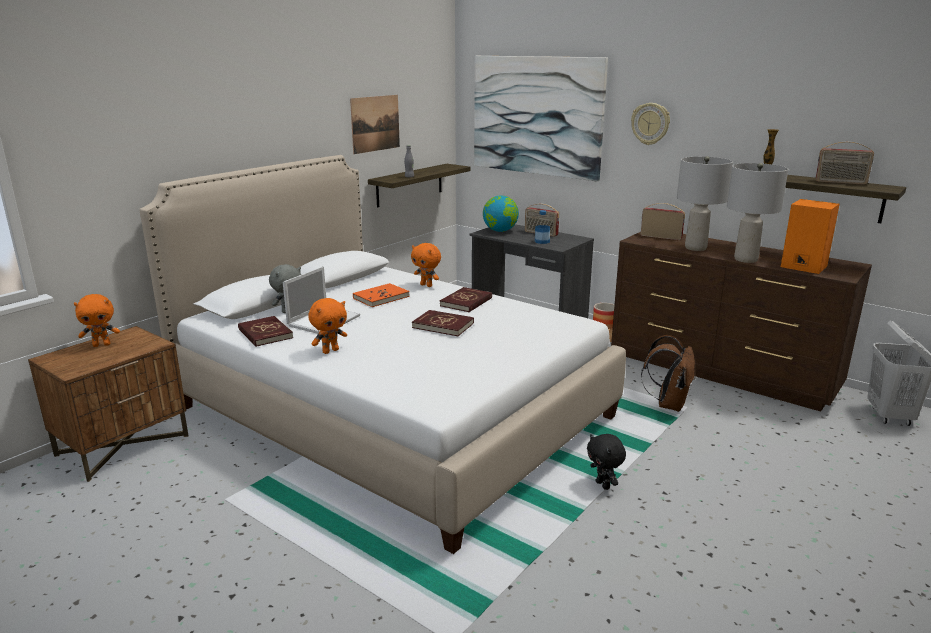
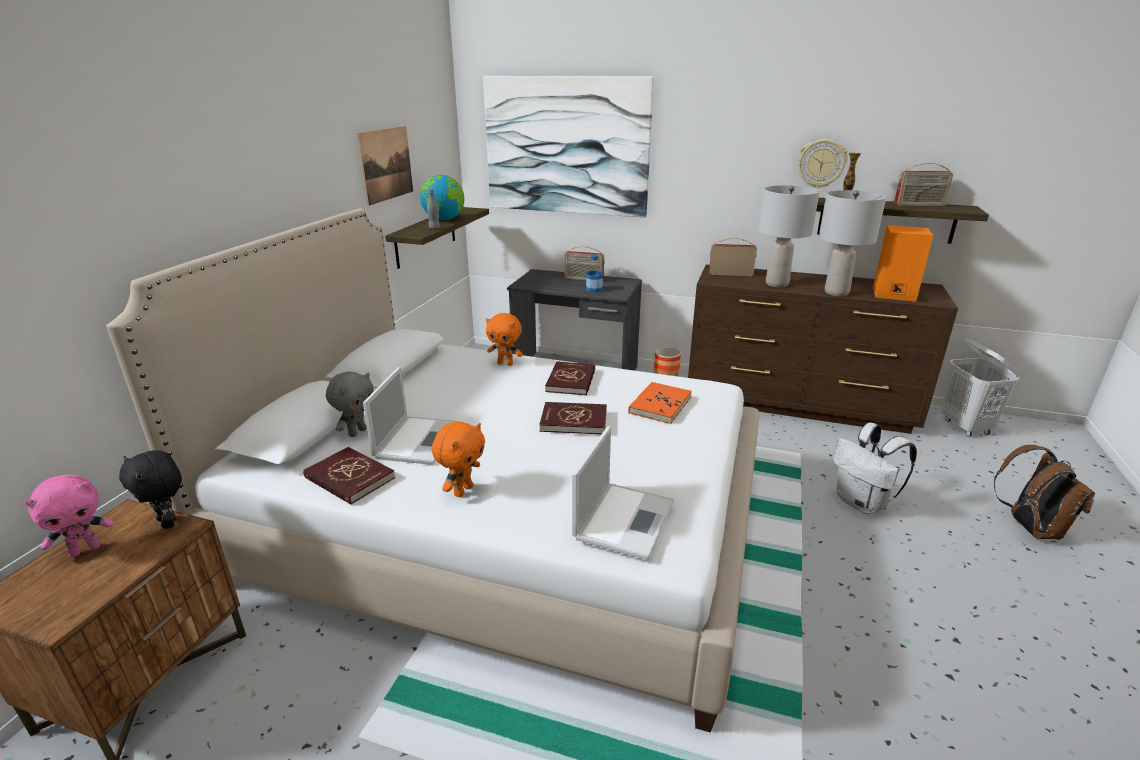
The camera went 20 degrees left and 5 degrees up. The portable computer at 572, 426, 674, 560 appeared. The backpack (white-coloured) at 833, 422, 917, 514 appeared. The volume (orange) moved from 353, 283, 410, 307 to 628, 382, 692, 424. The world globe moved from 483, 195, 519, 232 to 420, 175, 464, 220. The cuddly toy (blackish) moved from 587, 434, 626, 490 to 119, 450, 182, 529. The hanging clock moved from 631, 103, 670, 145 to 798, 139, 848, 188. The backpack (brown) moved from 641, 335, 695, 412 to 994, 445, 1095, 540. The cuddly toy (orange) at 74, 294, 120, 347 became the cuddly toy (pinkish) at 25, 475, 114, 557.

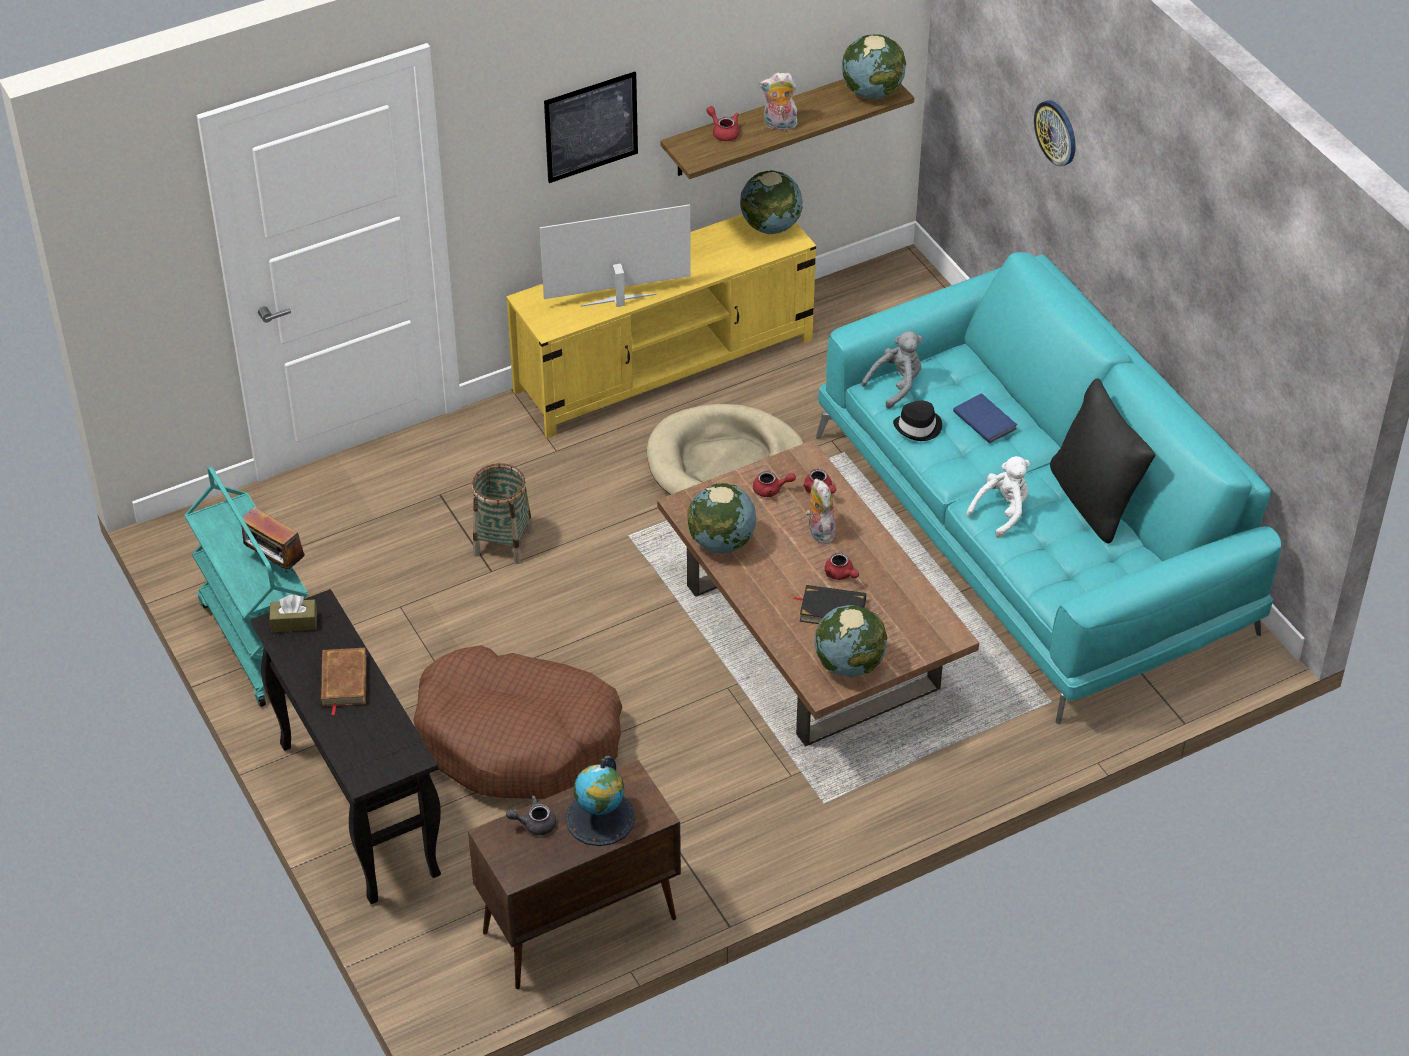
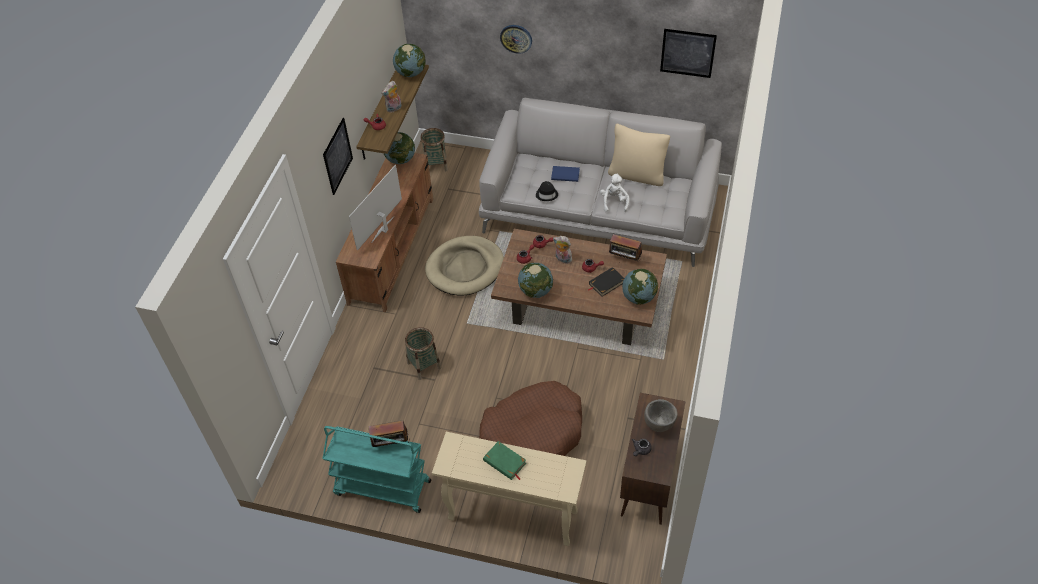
The camera went 45 degrees left and 5 degrees up. The tissue holder (brown) at 269, 595, 317, 632 disappeared. The cuddly toy (gray) at 861, 331, 923, 409 disappeared. The basket at 420, 128, 448, 171 appeared. The radio receiver at 609, 234, 642, 262 appeared. The picture at 660, 29, 717, 78 appeared. The world globe at 565, 756, 635, 846 was replaced by the serving bowl (gray) at 644, 399, 678, 432. The narrow table (blackish) at 251, 589, 441, 904 became the narrow table (beige) at 432, 432, 586, 546. The volume (brown) at 321, 648, 366, 715 became the volume (green-coloured) at 483, 441, 526, 480. The media console (yellow) at 506, 214, 816, 438 became the media console (brown) at 336, 153, 433, 312. The couch (turquoise-coloured) at 816, 252, 1281, 725 became the couch (gray) at 479, 98, 722, 267. The pillow (blackish) at 1050, 378, 1155, 544 became the pillow (beige) at 608, 124, 670, 186.

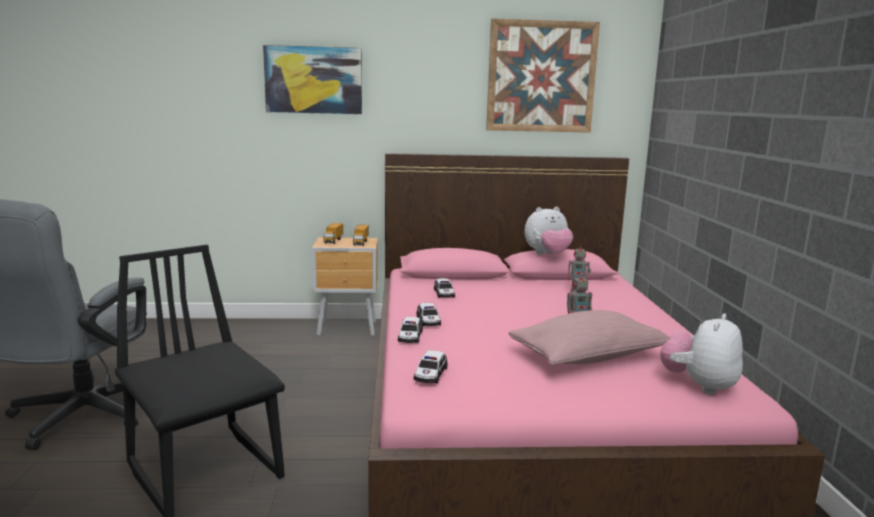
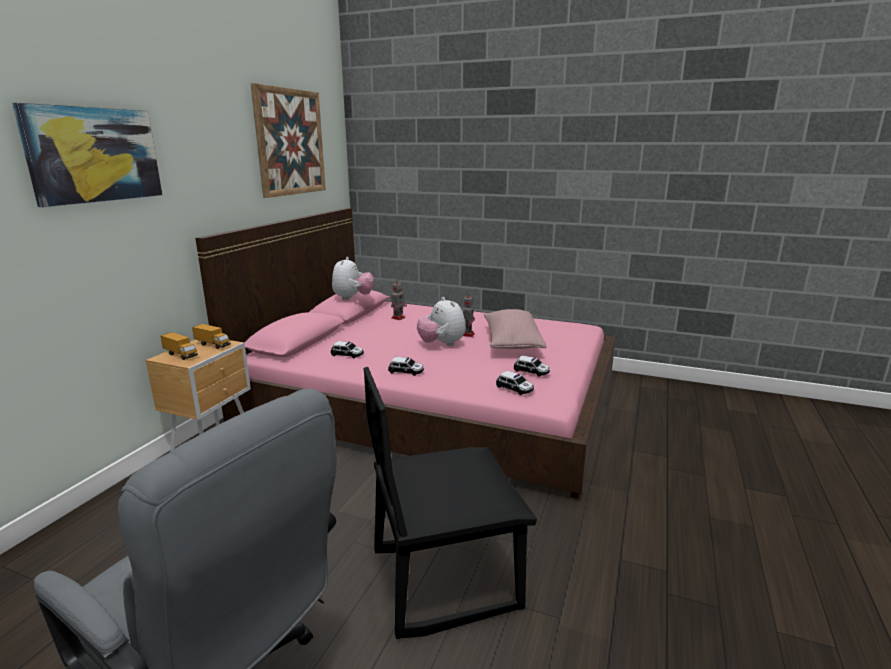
The camera went 65 degrees left and 5 degrees up. The toy car moved from 398, 317, 423, 343 to 514, 355, 550, 377. The cuddly toy moved from 660, 313, 743, 395 to 417, 297, 466, 346.

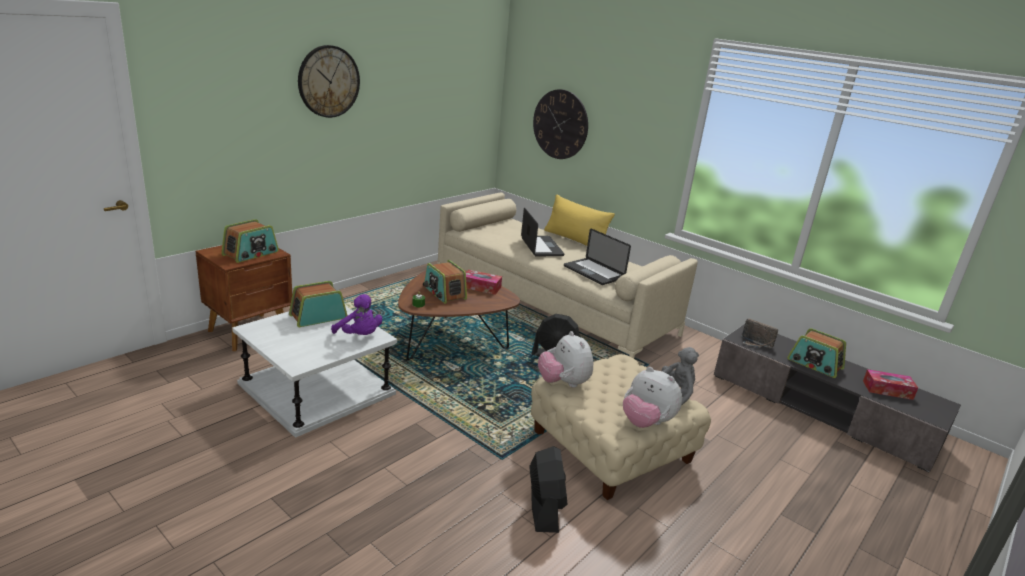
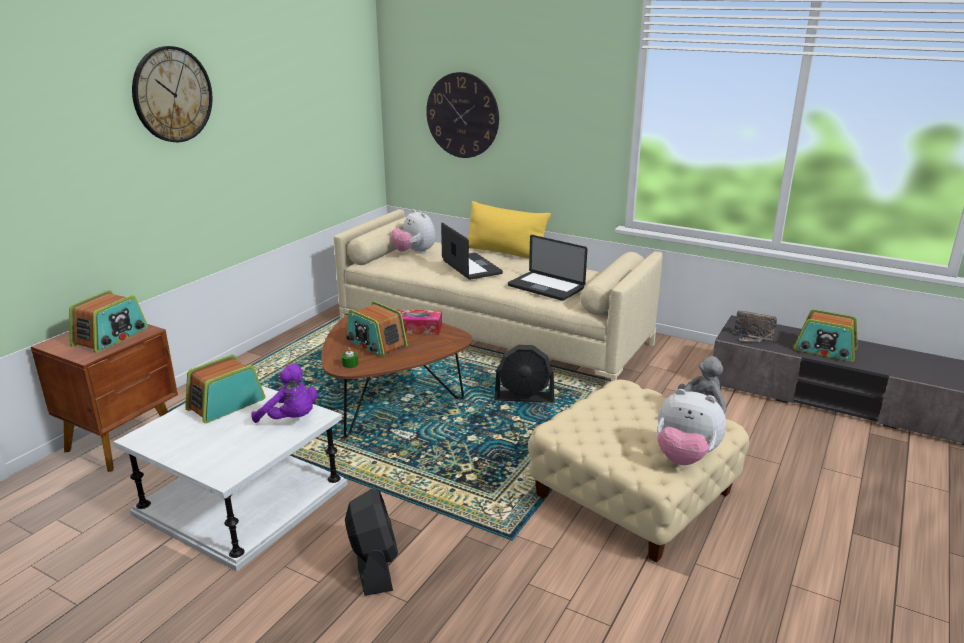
The camera went 10 degrees left and 0 degrees up. The tissue holder at 863, 369, 918, 400 disappeared. The fan (blackish) moved from 529, 446, 567, 533 to 345, 489, 398, 596. The cuddly toy moved from 538, 331, 594, 388 to 391, 209, 436, 254.

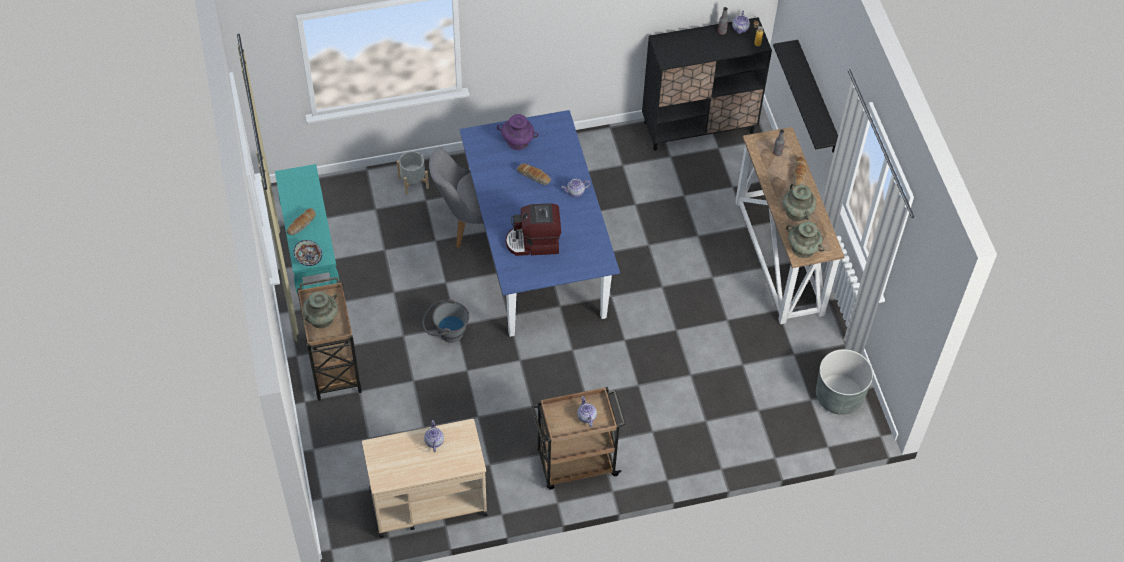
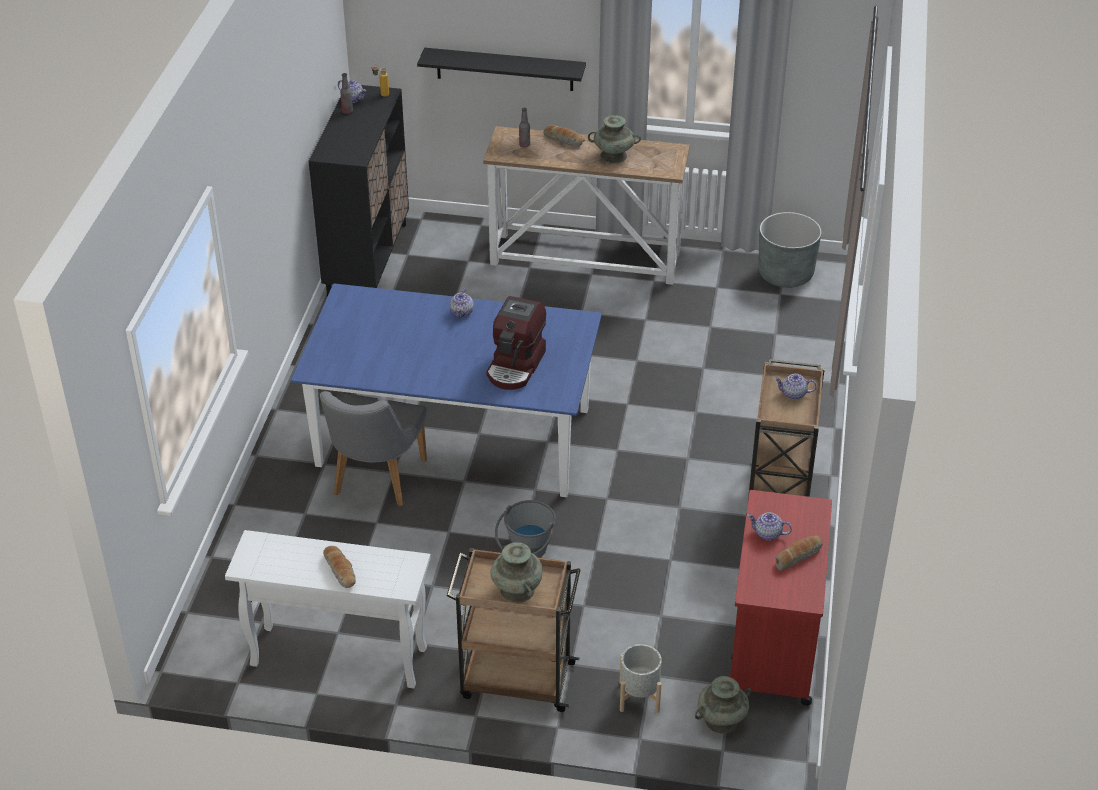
The camera went 65 degrees left and 15 degrees down. The serving bowl at 294, 240, 322, 266 disappeared. The flower vase (purple-coloured) at 497, 114, 539, 150 disappeared. The flower pot (gray) moved from 397, 151, 429, 195 to 619, 644, 662, 713. The bread moved from 517, 163, 551, 185 to 775, 536, 823, 571. The flower vase (turquoise-coloured) moved from 786, 221, 825, 258 to 695, 676, 751, 733. The narrow table (turquoise-coloured) at 275, 164, 340, 294 became the narrow table (white-coloured) at 225, 530, 431, 688. The cart (beige) at 362, 419, 488, 538 became the cart (red) at 730, 490, 832, 706.

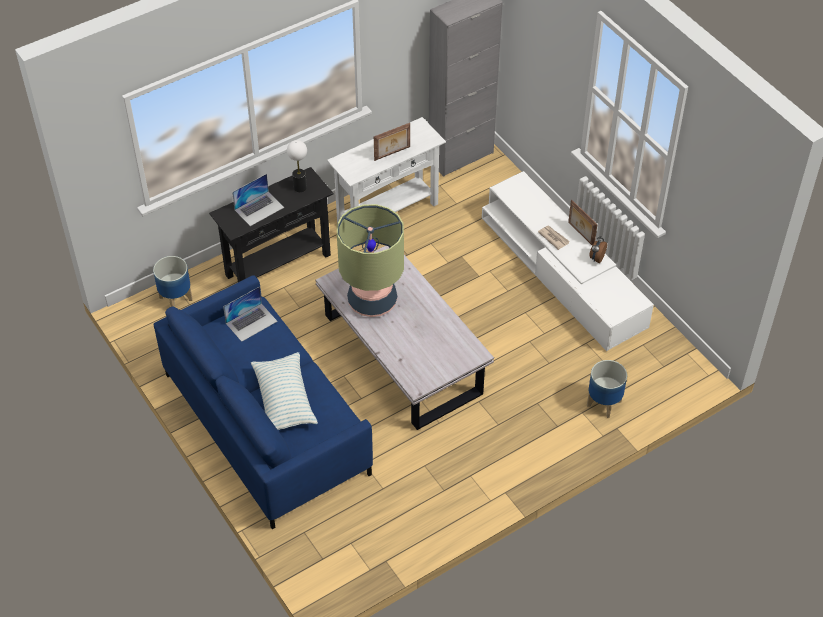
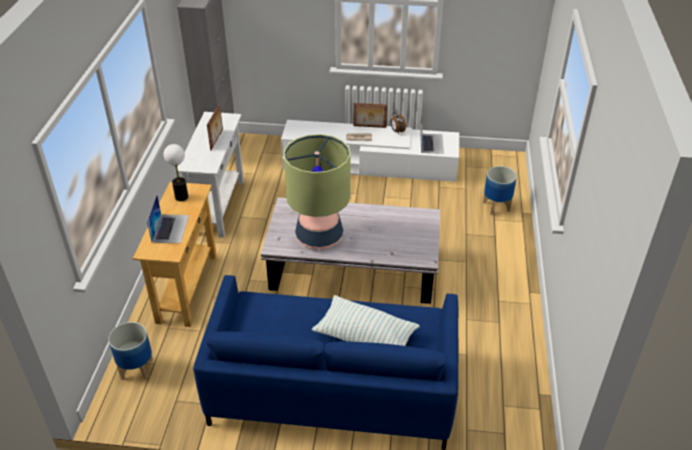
The camera went 50 degrees left and 10 degrees down. The portable computer moved from 223, 286, 278, 342 to 420, 118, 444, 154. The narrow table (blackish) at 209, 167, 333, 282 became the narrow table (beige) at 133, 182, 217, 327.

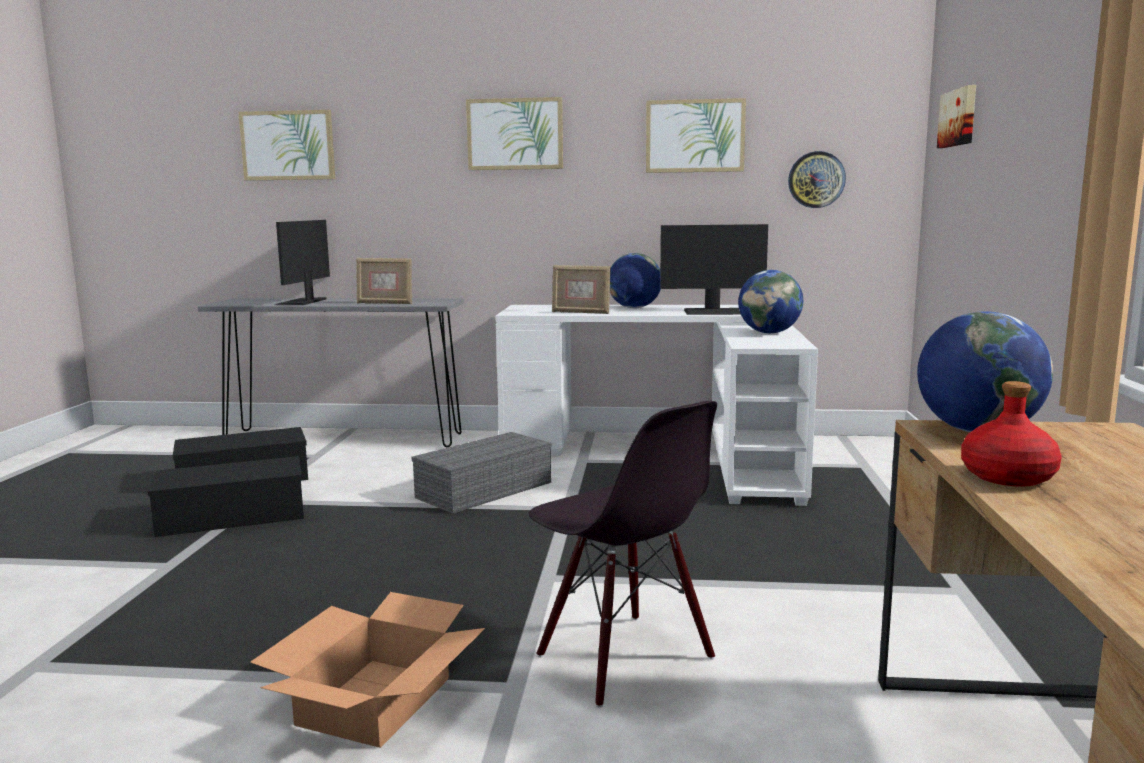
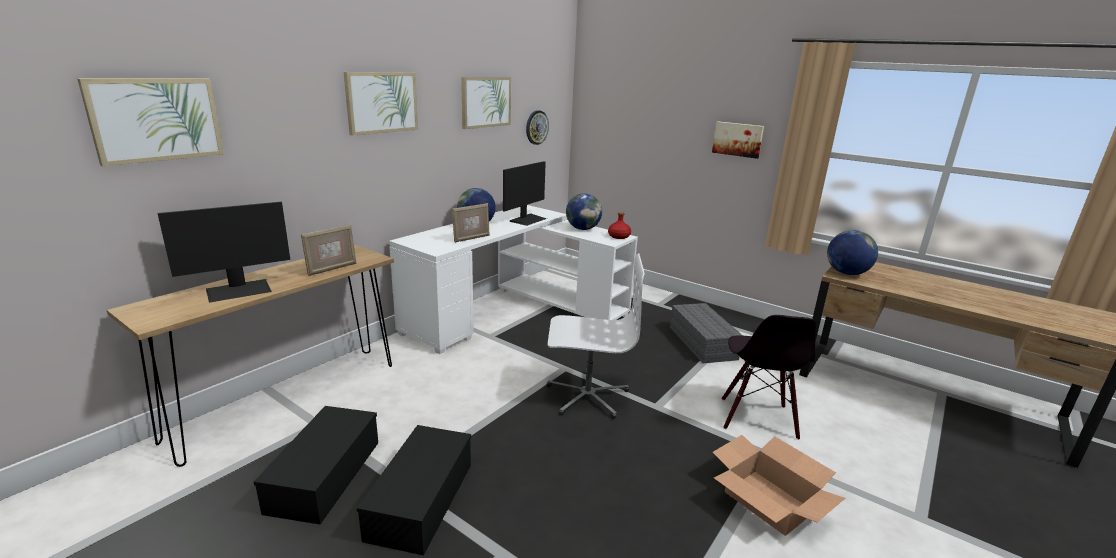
The camera went 60 degrees left and 10 degrees up. The computer chair (white-coloured) at 547, 254, 645, 419 appeared. The storage bin (gray) moved from 412, 432, 552, 514 to 670, 303, 743, 363. The picture moved from 937, 85, 976, 148 to 712, 121, 764, 159. The beverage bottle (red) moved from 961, 381, 1062, 487 to 608, 212, 631, 239. The narrow table (gray) at 198, 298, 464, 447 became the narrow table (brown) at 107, 245, 394, 467. The monitor at 275, 220, 330, 305 turned 75 degrees counterclockwise. The plain chair (blackish) at 528, 401, 717, 708 turned 105 degrees clockwise.

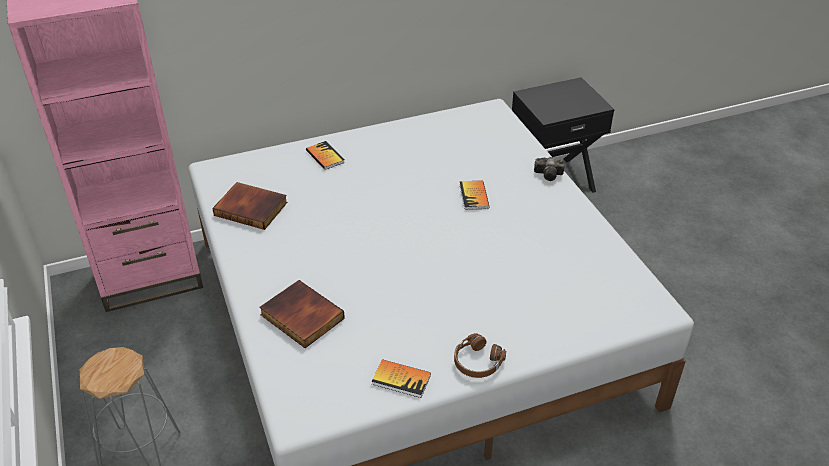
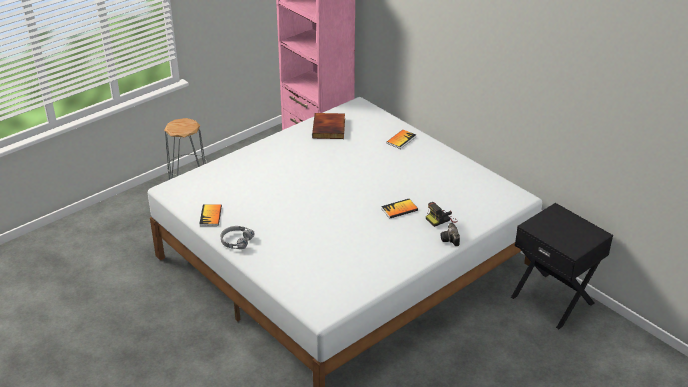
The camera went 70 degrees right and 5 degrees down. The volume at 259, 280, 345, 348 disappeared. The photo camera at 426, 202, 458, 227 appeared. The pair of headphones (brown) at 454, 333, 506, 378 became the pair of headphones (gray) at 220, 226, 254, 249.

